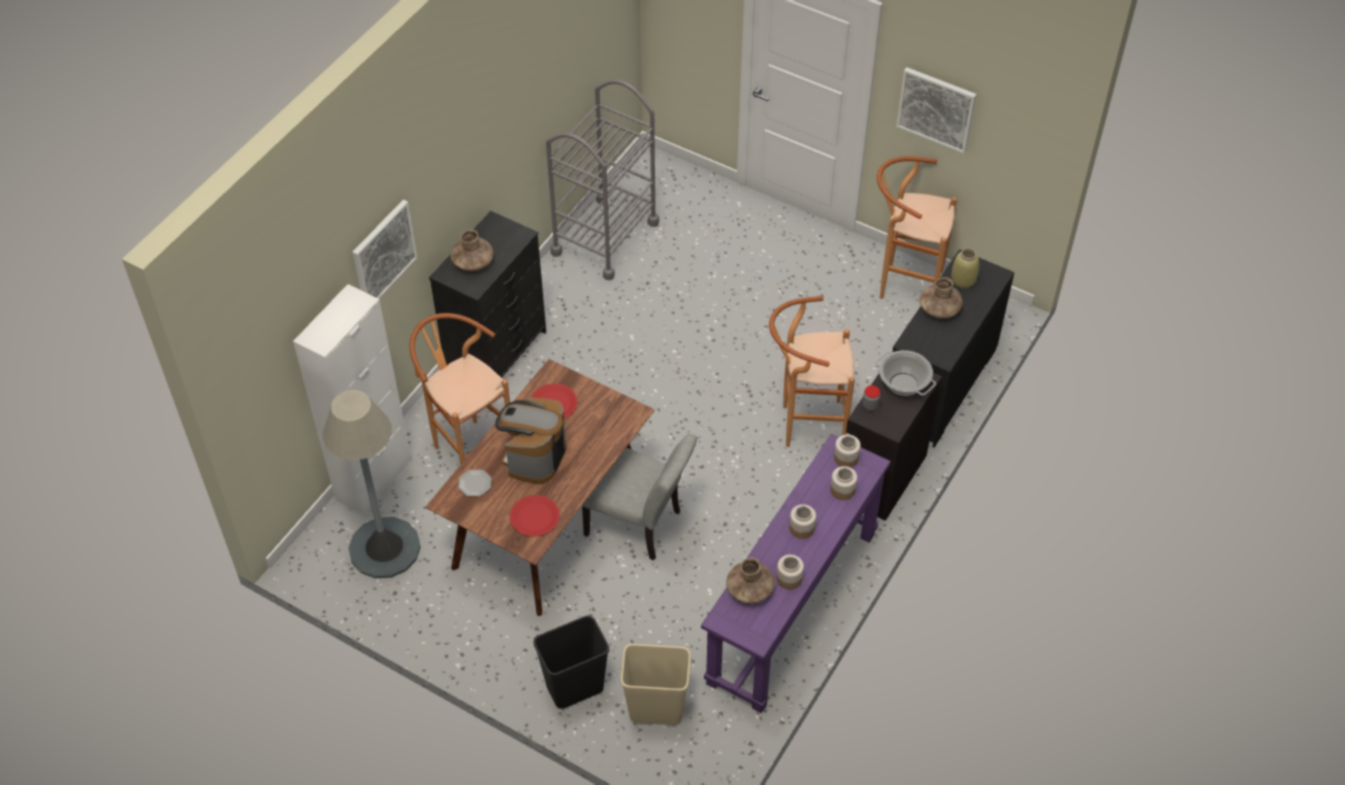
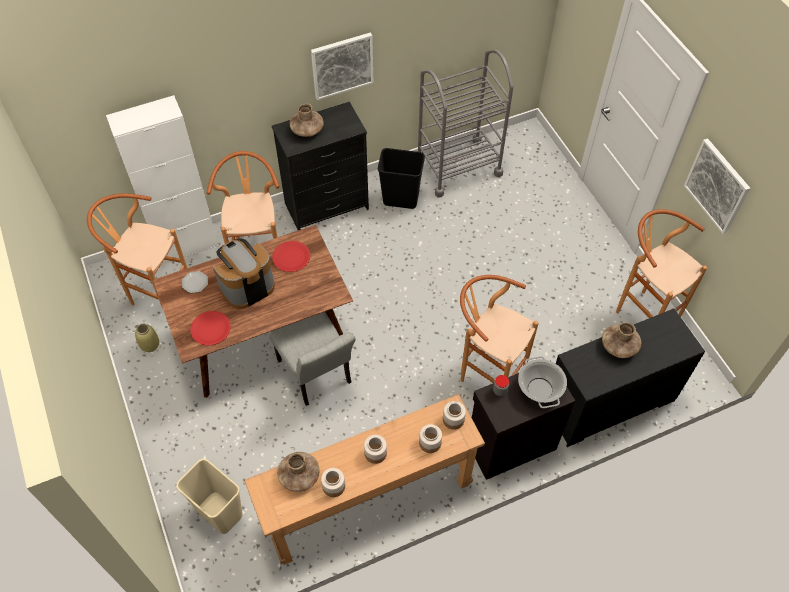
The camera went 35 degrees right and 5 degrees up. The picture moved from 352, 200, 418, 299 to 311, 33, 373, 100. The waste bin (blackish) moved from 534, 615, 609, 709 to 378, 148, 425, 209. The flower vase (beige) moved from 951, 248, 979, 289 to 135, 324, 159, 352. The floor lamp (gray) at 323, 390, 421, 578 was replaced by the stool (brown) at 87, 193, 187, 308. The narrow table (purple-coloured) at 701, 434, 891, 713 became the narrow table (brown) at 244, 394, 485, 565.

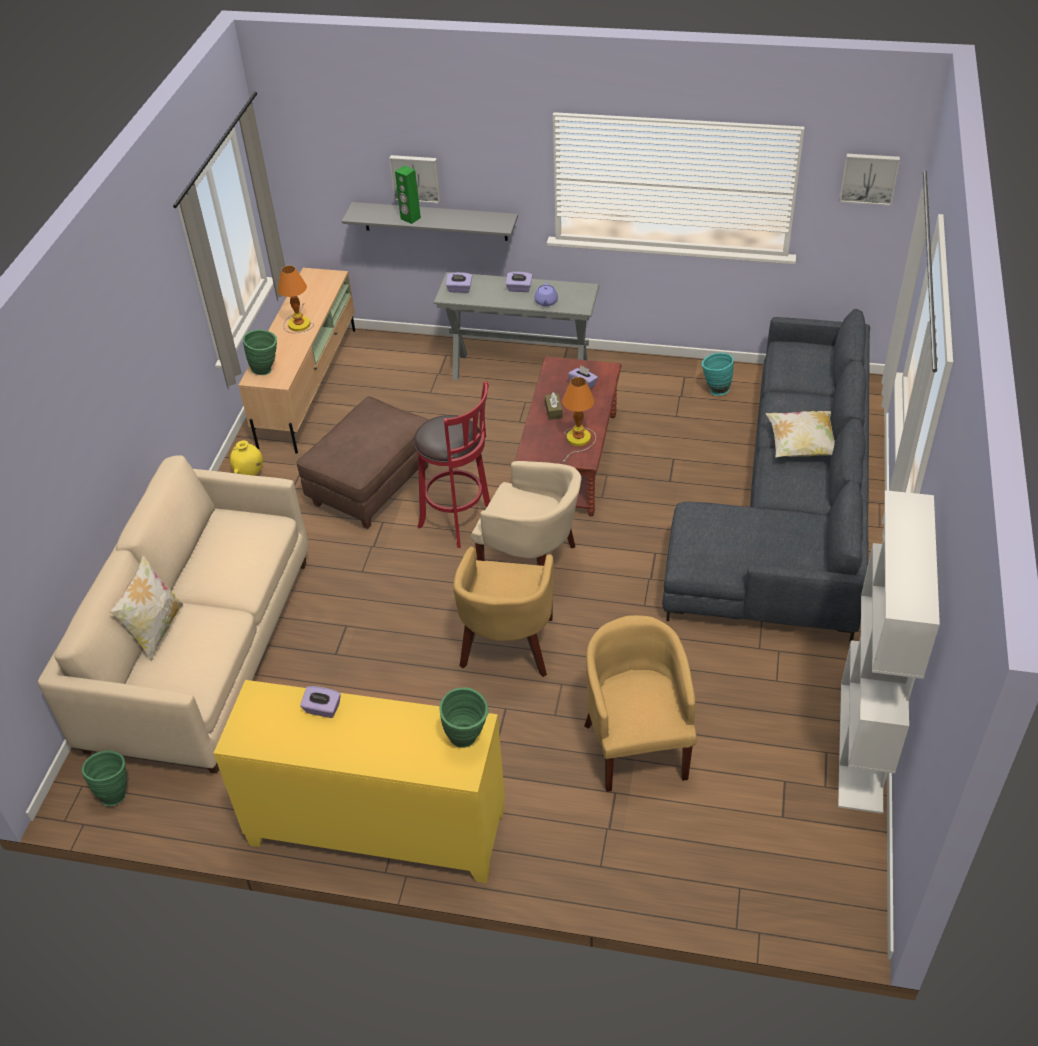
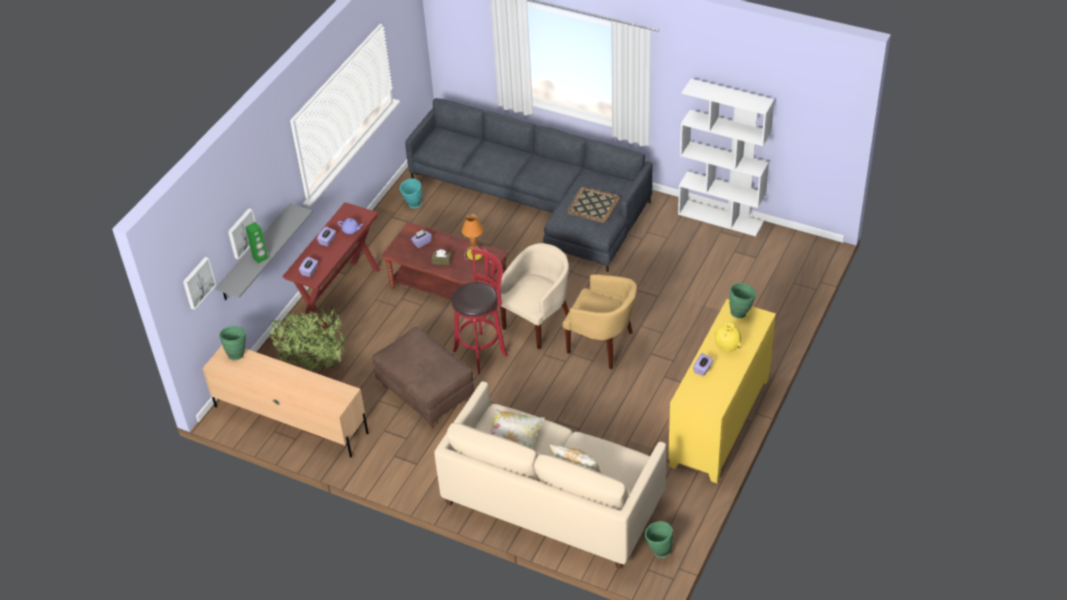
The camera went 75 degrees left and 0 degrees up. The lamp for a table at 277, 265, 314, 333 disappeared. The easy chair (yellow) at 584, 615, 697, 792 disappeared. The potted plant at 269, 305, 347, 372 appeared. The carrying tray at 567, 187, 620, 223 appeared. The flower vase (yellow) moved from 230, 440, 263, 476 to 714, 322, 742, 352. The flower vase (green-coloured) moved from 243, 330, 277, 375 to 219, 326, 246, 360. The pillow moved from 766, 411, 835, 457 to 490, 409, 545, 449. The picture moved from 840, 154, 900, 206 to 183, 257, 216, 310. The narrow table (gray) at 433, 272, 599, 381 became the narrow table (red) at 282, 202, 380, 331.

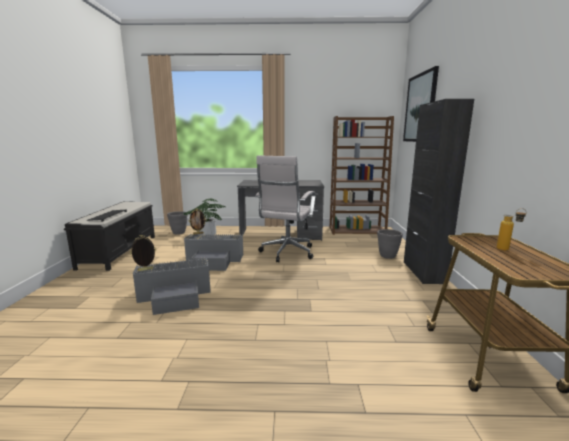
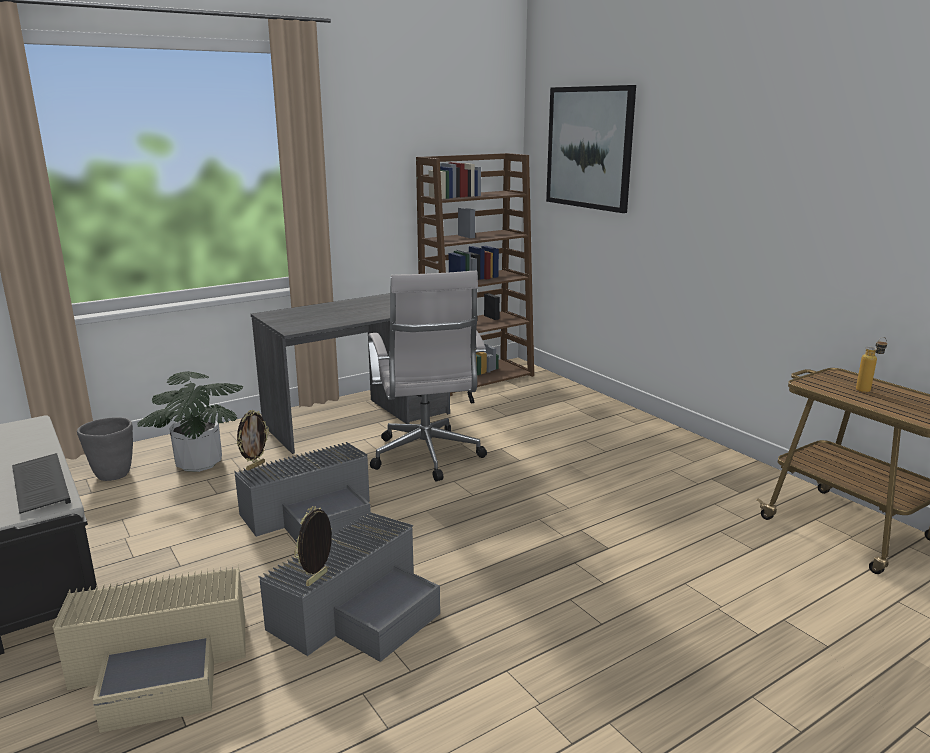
The camera went 35 degrees left and 5 degrees up. The flower pot (gray) at 377, 229, 403, 259 disappeared. The cabinet (blackish) at 404, 99, 474, 284 disappeared. The storage bin (beige) at 53, 564, 245, 733 appeared.

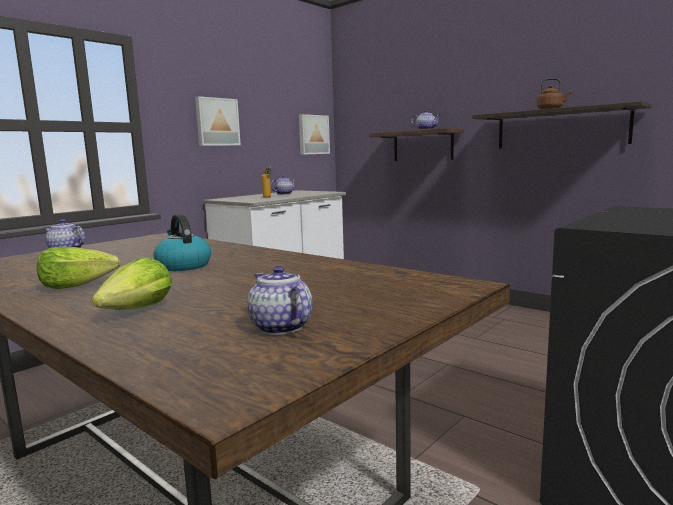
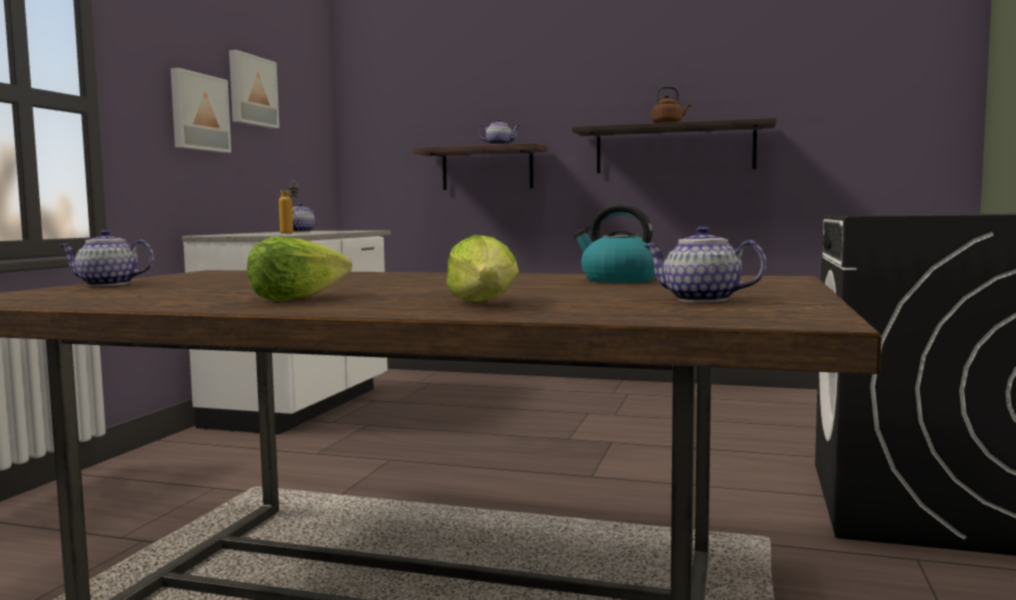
The camera went 25 degrees left and 5 degrees down. The tea kettle moved from 153, 214, 211, 271 to 574, 204, 656, 283. The picture moved from 299, 114, 330, 155 to 229, 50, 279, 129.

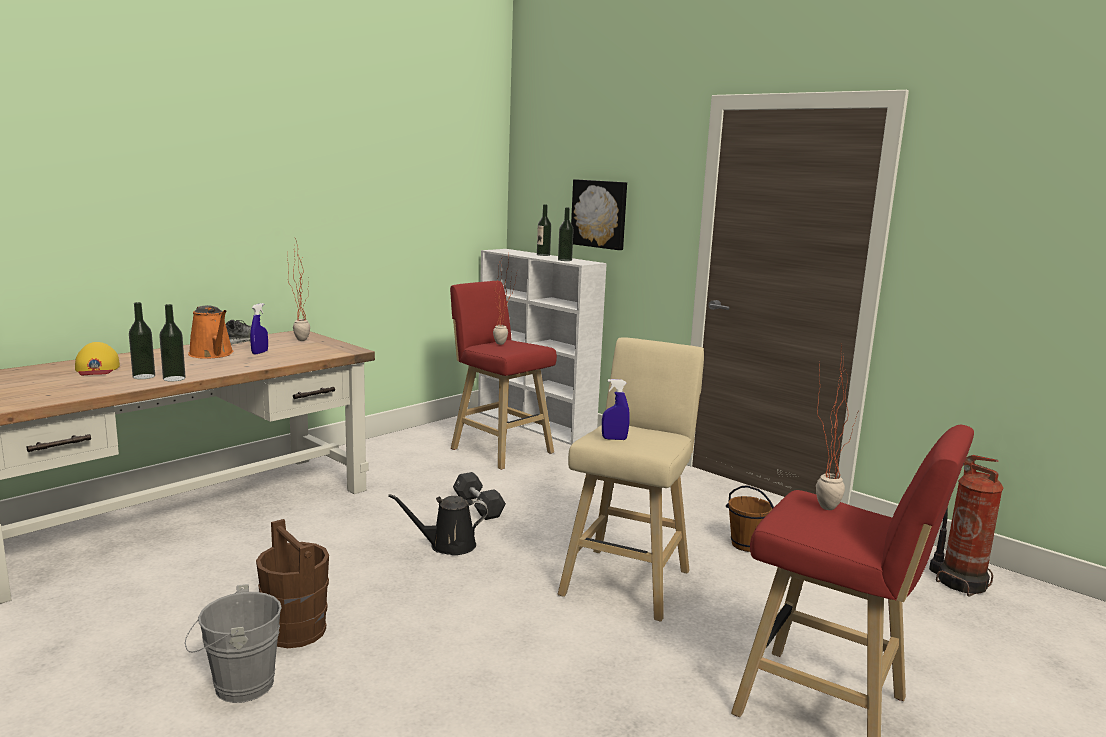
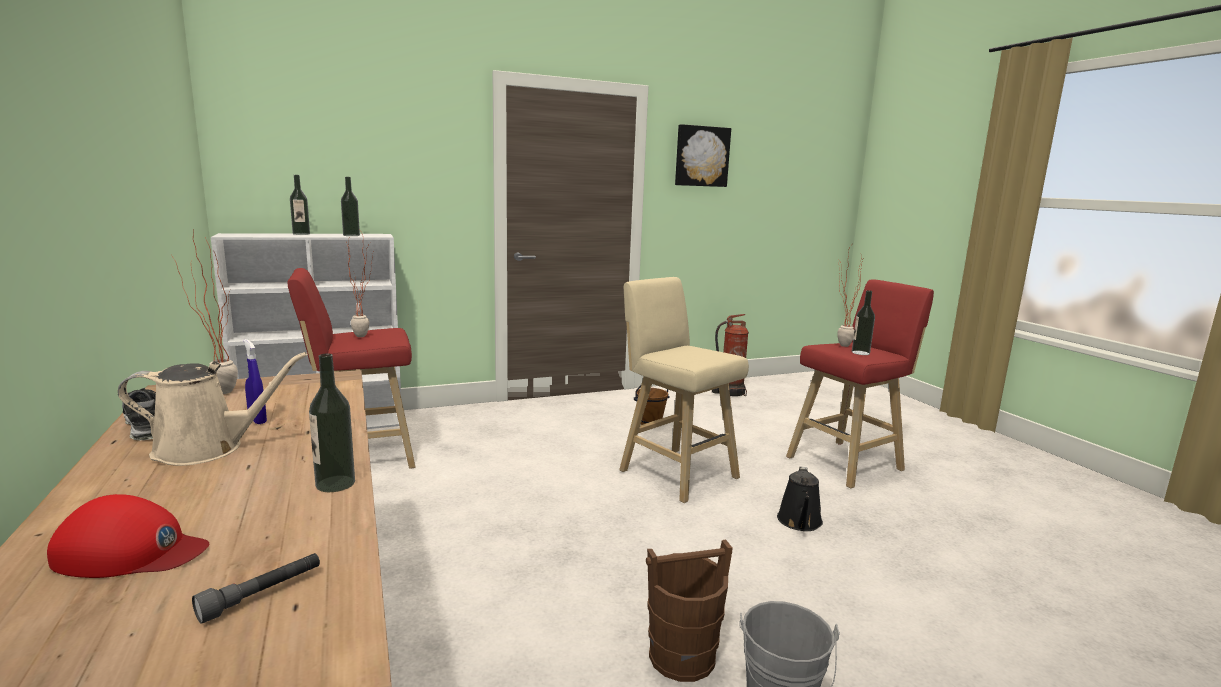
The camera went 65 degrees left and 0 degrees up. The free weight (blackish) at 453, 472, 506, 520 disappeared. The sprayer (blue-coloured) at 602, 379, 630, 440 disappeared. The hand torch (gray) at 192, 553, 320, 624 appeared. The beverage bottle moved from 129, 302, 155, 379 to 852, 290, 875, 355. The sprinkling can (blackish) moved from 388, 494, 488, 555 to 777, 466, 823, 531. The picture moved from 571, 179, 627, 250 to 675, 124, 731, 187. The cap (yellow) at 75, 342, 120, 375 became the cap (red) at 47, 494, 209, 578. The sprinkling can (orange) at 188, 305, 233, 359 became the sprinkling can (beige) at 118, 352, 308, 466.

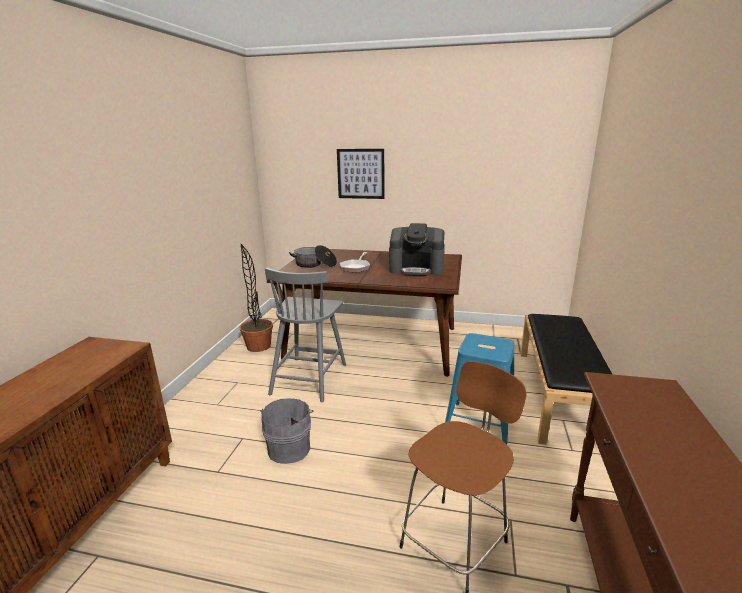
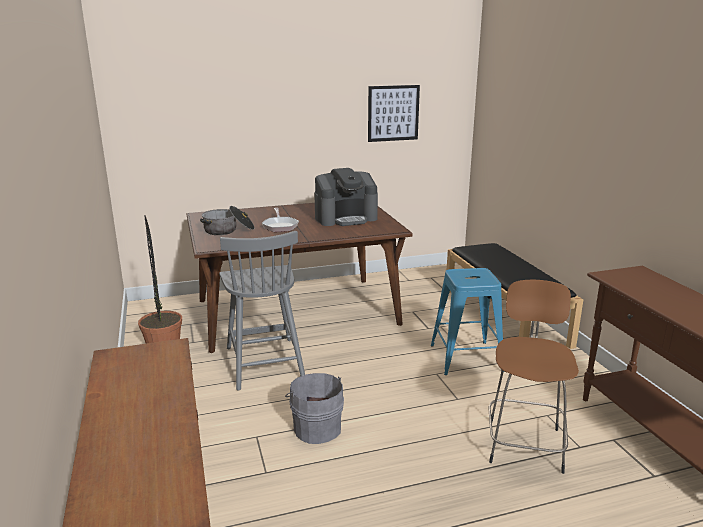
The camera went 30 degrees left and 0 degrees up. The picture moved from 337, 149, 385, 199 to 368, 85, 420, 142.

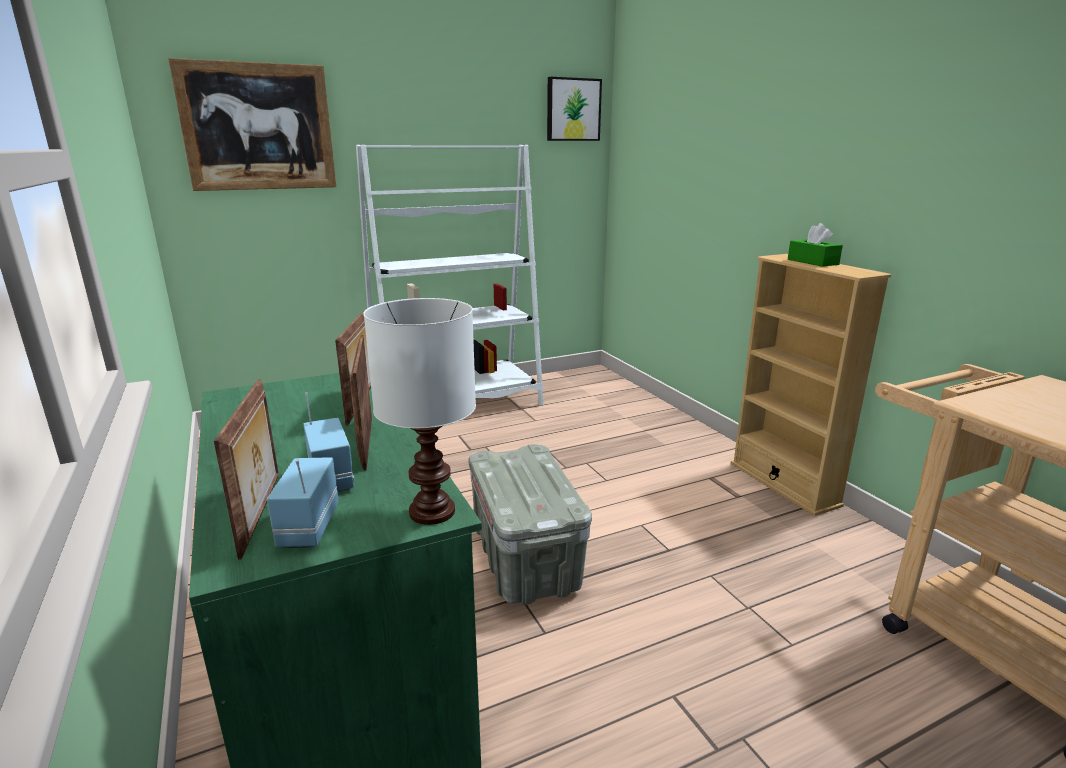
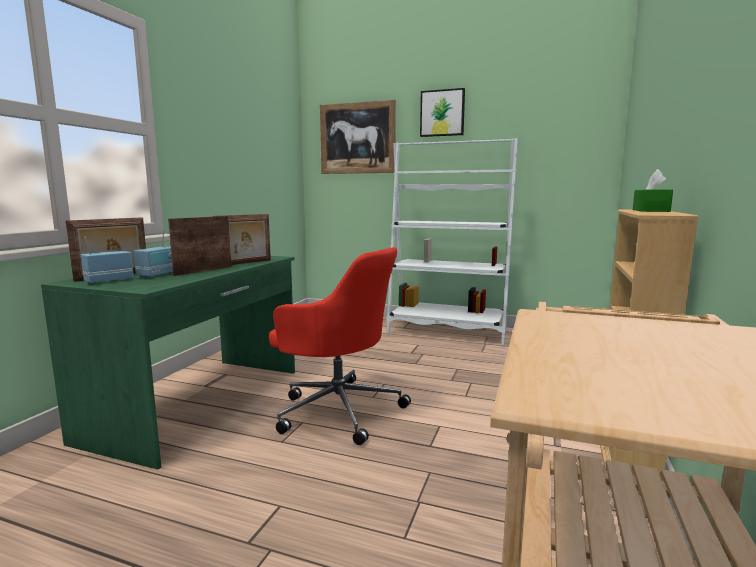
The camera went 45 degrees right and 10 degrees down. The lamp for a table (white-coloured) at 363, 298, 476, 525 disappeared. The picture moved from 547, 77, 602, 141 to 420, 88, 465, 137. The storage bin (gray) at 468, 444, 592, 605 was replaced by the computer chair (red) at 269, 247, 411, 445.

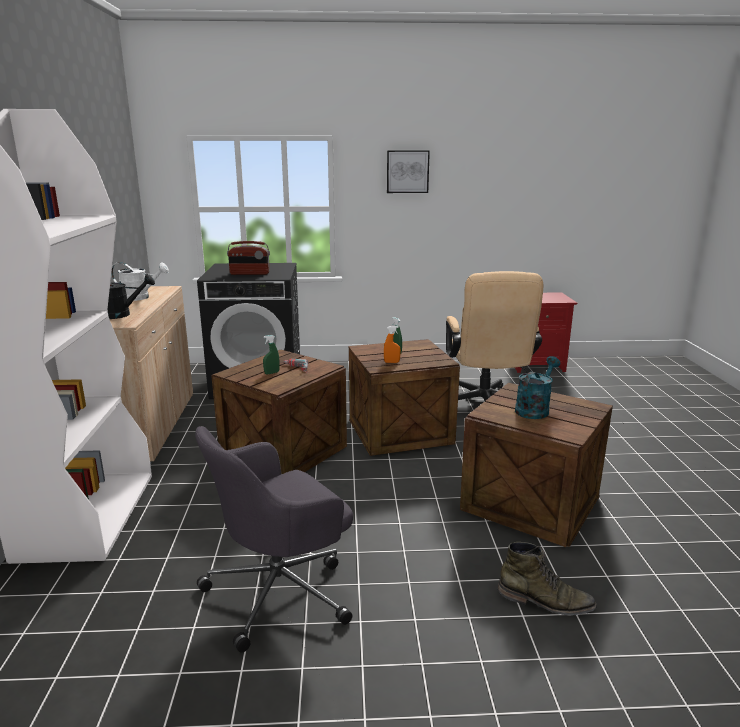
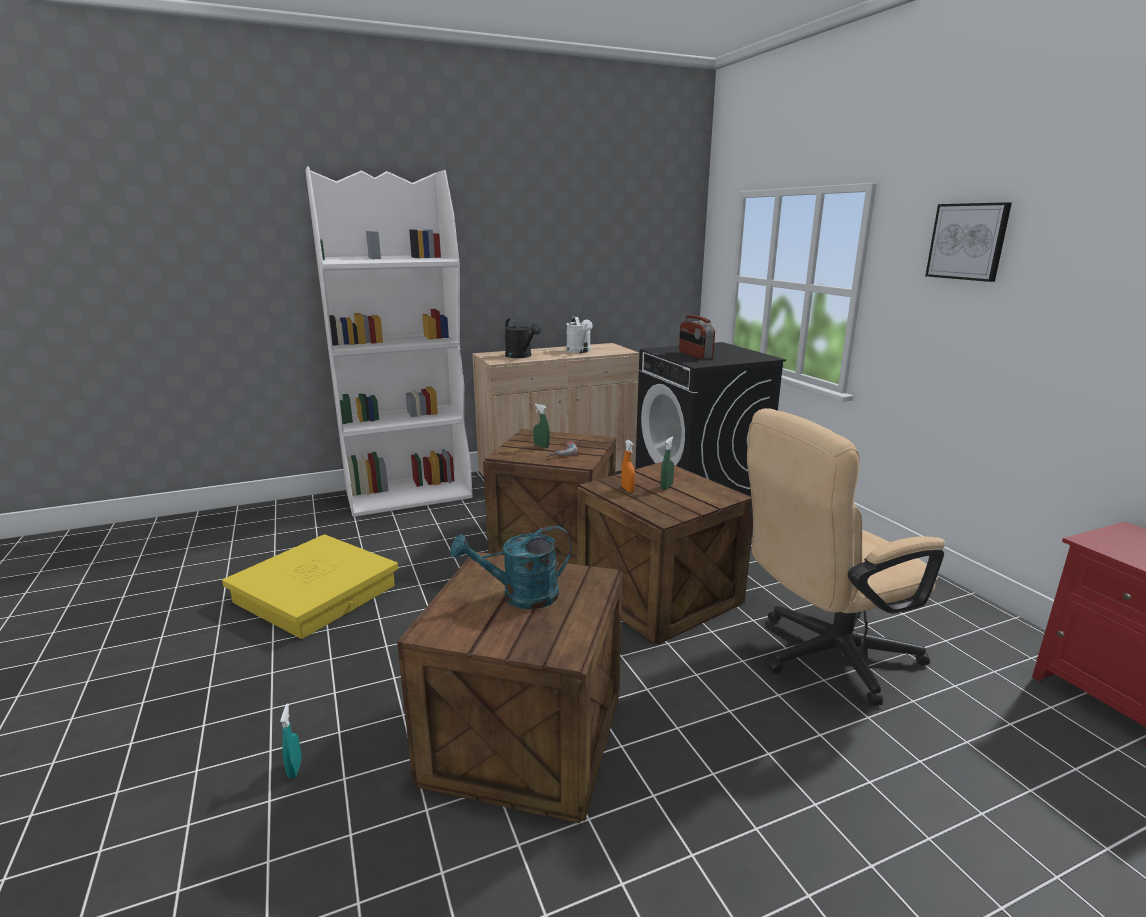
The camera went 70 degrees right and 0 degrees up. The computer chair (gray) at 195, 426, 353, 652 was replaced by the storage bin (yellow) at 222, 534, 398, 639. The boot (green-coloured) at 498, 542, 597, 616 was replaced by the sprayer (turquoise-coloured) at 280, 704, 302, 778. The sprinkling can (turquoise-coloured) at 515, 356, 560, 419 turned 150 degrees clockwise.

